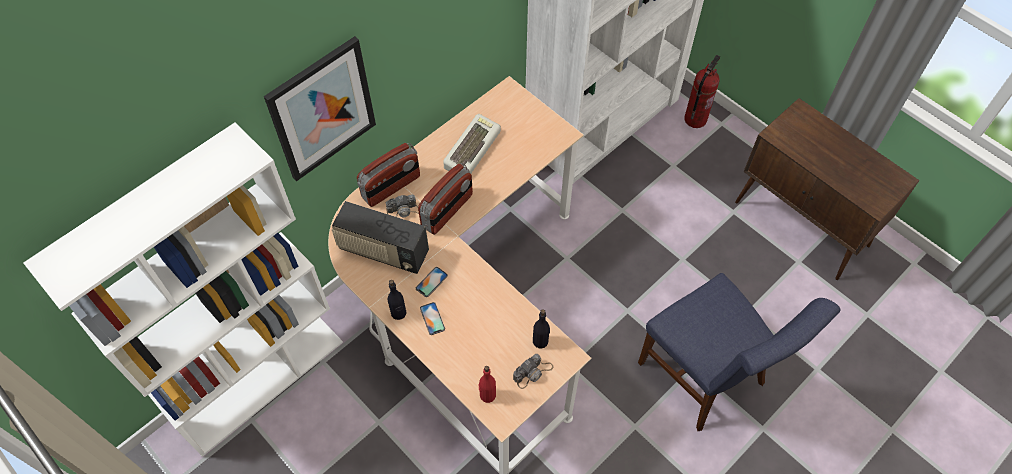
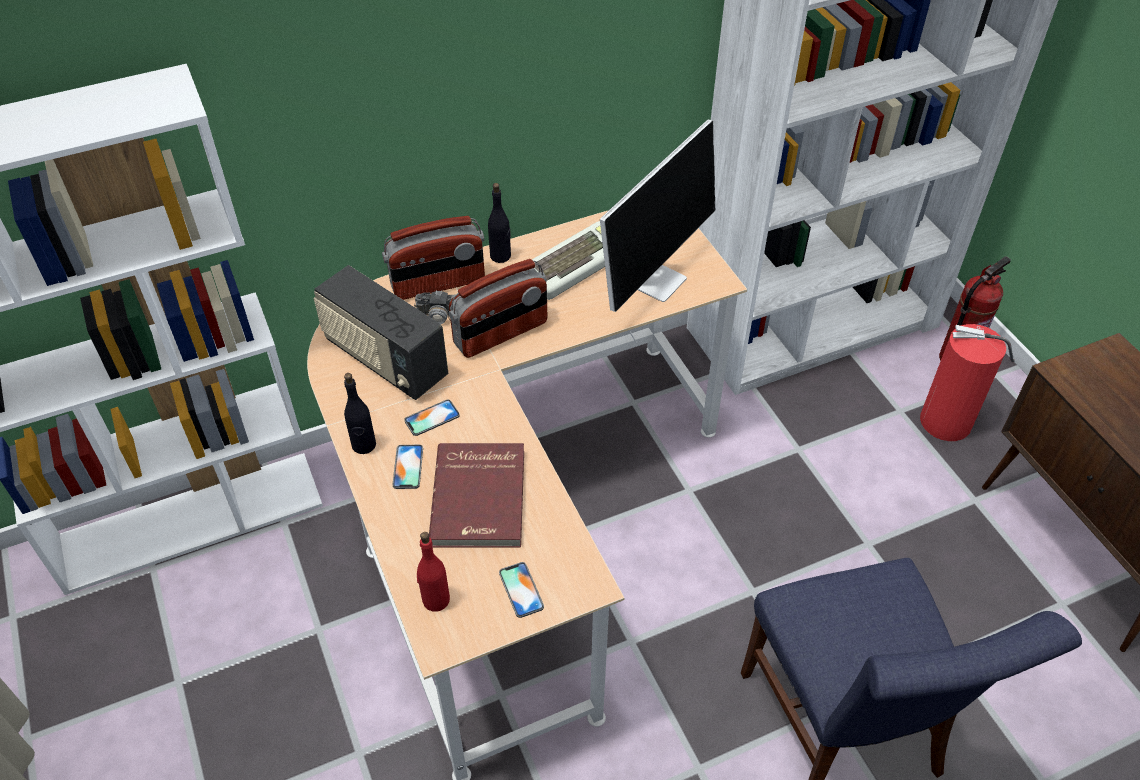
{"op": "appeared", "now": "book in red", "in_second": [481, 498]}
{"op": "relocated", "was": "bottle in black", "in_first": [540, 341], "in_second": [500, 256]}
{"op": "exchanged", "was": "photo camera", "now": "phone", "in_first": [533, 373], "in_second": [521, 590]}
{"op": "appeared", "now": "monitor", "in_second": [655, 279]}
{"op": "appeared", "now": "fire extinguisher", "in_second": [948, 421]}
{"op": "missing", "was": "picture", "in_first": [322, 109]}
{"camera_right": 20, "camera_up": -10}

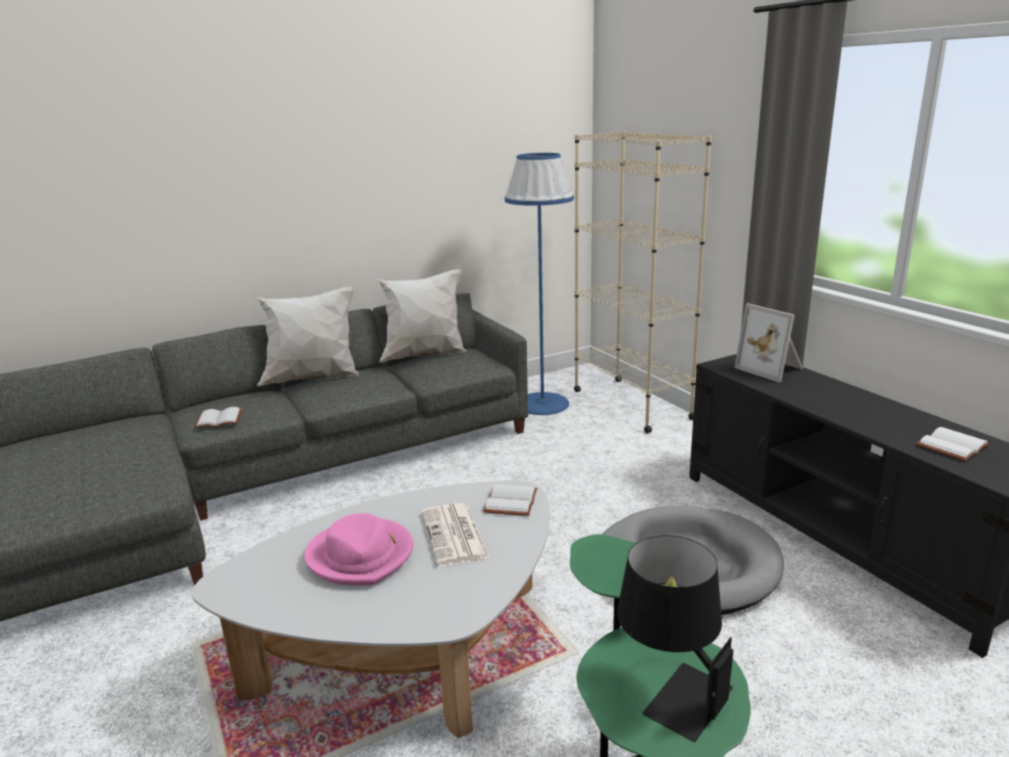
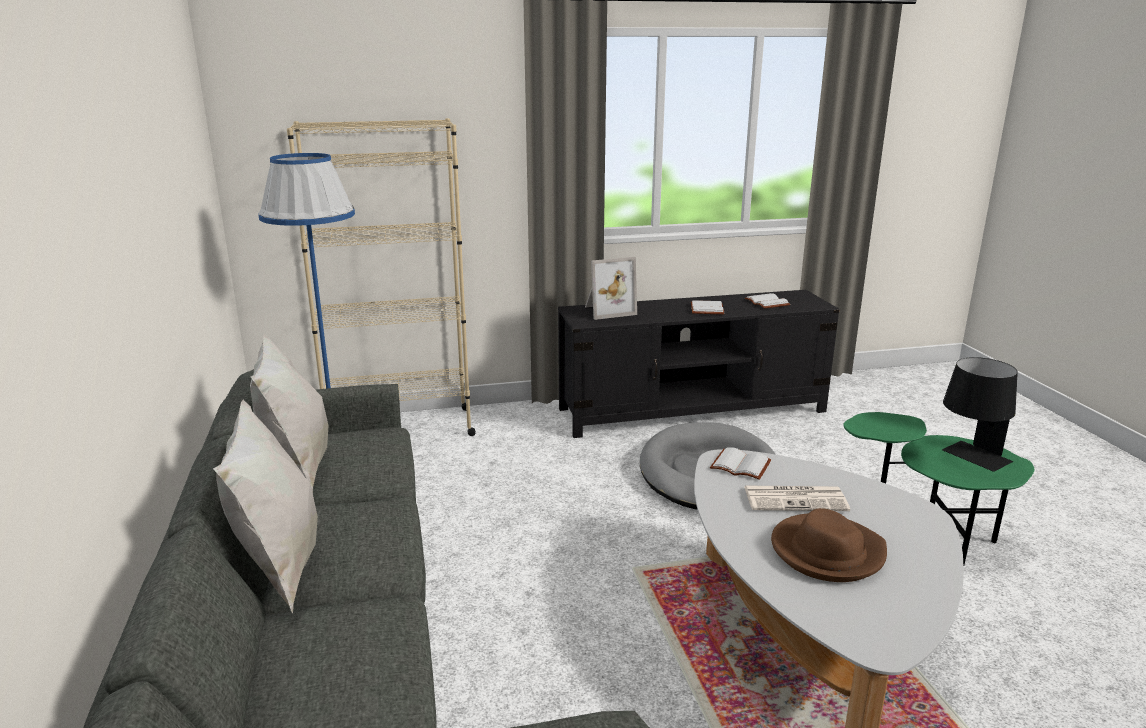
{"op": "relocated", "was": "book in white", "in_first": [220, 419], "in_second": [705, 309]}
{"op": "colour", "was": "hat in pink", "now": "hat in brown", "in_first": [361, 555], "in_second": [827, 552]}
{"camera_right": -75, "camera_up": 0}

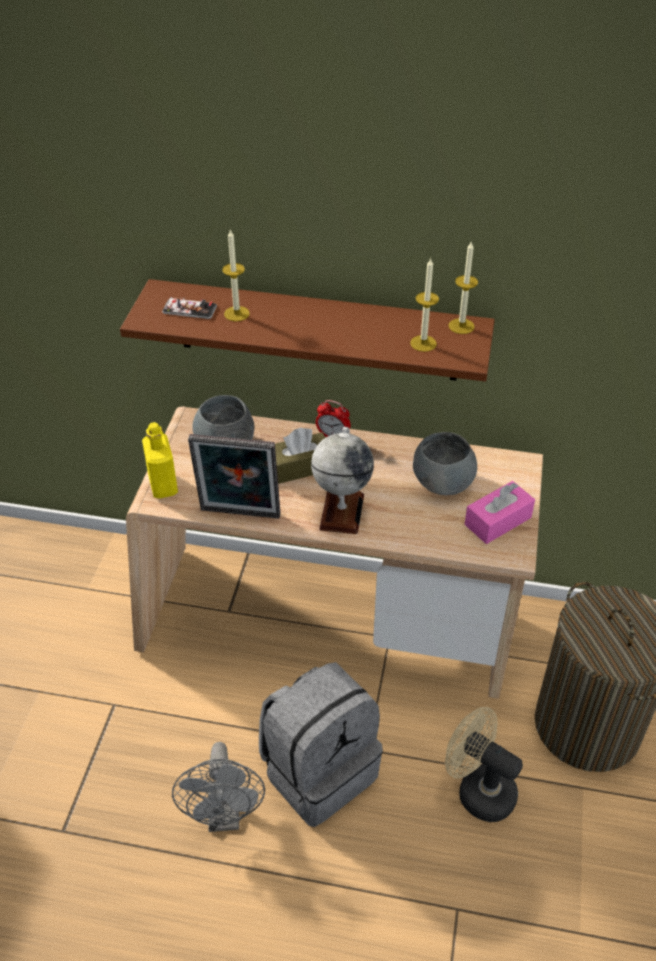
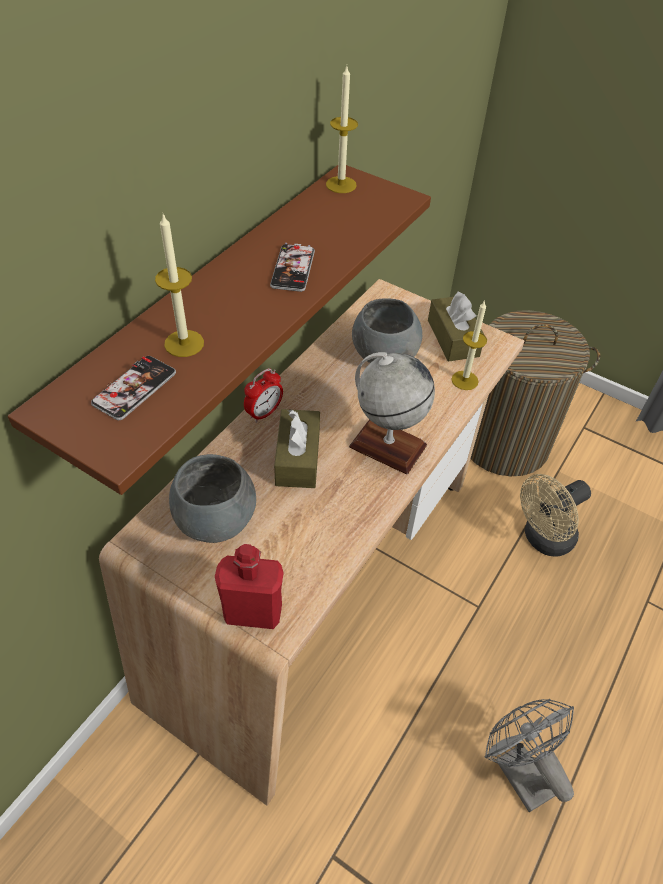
{"op": "colour", "was": "bottle in yellow", "now": "bottle in red", "in_first": [163, 486], "in_second": [253, 612]}
{"op": "appeared", "now": "phone", "in_second": [293, 269]}
{"op": "colour", "was": "tissue box in pink", "now": "tissue box in brown", "in_first": [498, 521], "in_second": [453, 338]}
{"op": "relocated", "was": "candle", "in_first": [423, 343], "in_second": [464, 380]}
{"op": "spun", "was": "fan in grey", "in_first": [224, 816], "in_second": [517, 769], "clockwise": -135}
{"op": "missing", "was": "picture frame", "in_first": [239, 515]}
{"op": "missing", "was": "backpack in grey", "in_first": [319, 770]}
{"camera_right": -70, "camera_up": 5}

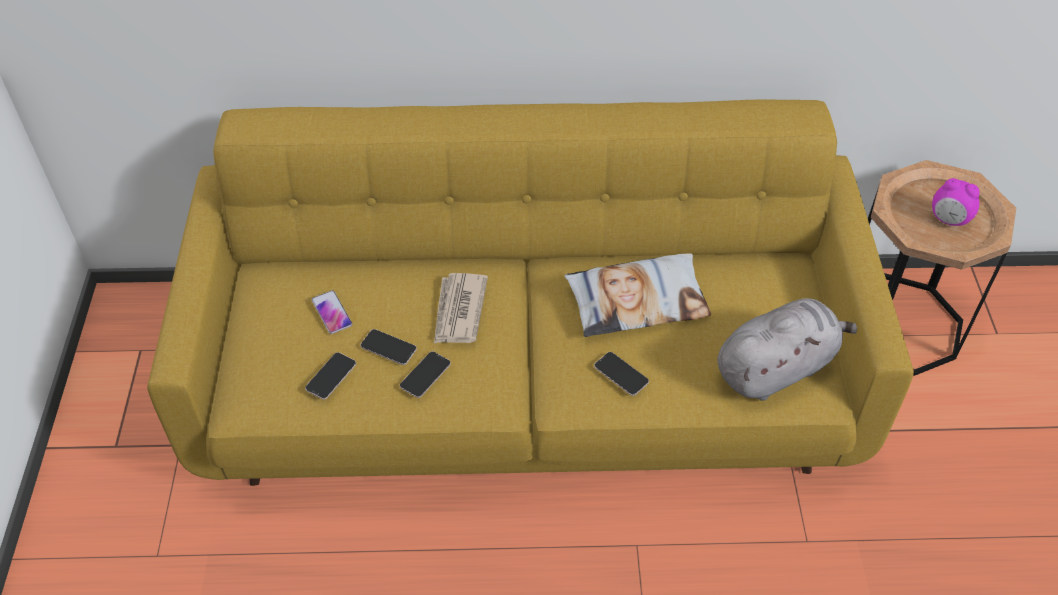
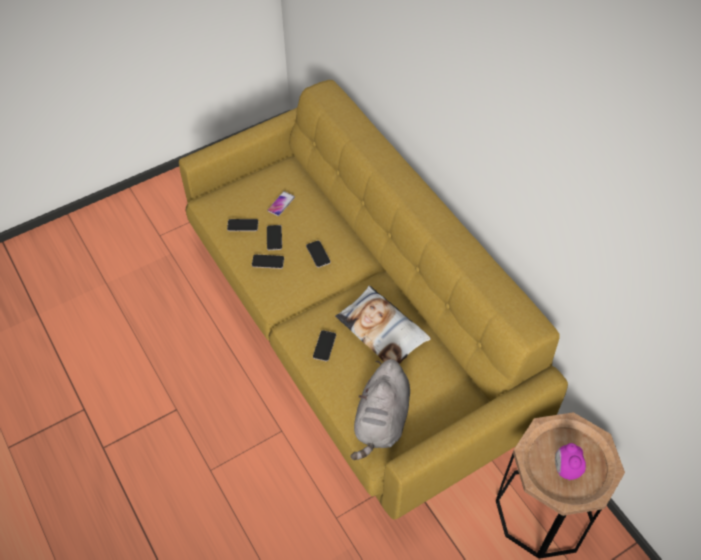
{"op": "exchanged", "was": "newspaper", "now": "phone", "in_first": [458, 311], "in_second": [318, 254]}
{"op": "spun", "was": "plush toy in grey", "in_first": [777, 368], "in_second": [381, 421], "clockwise": 75}
{"camera_right": 60, "camera_up": 5}

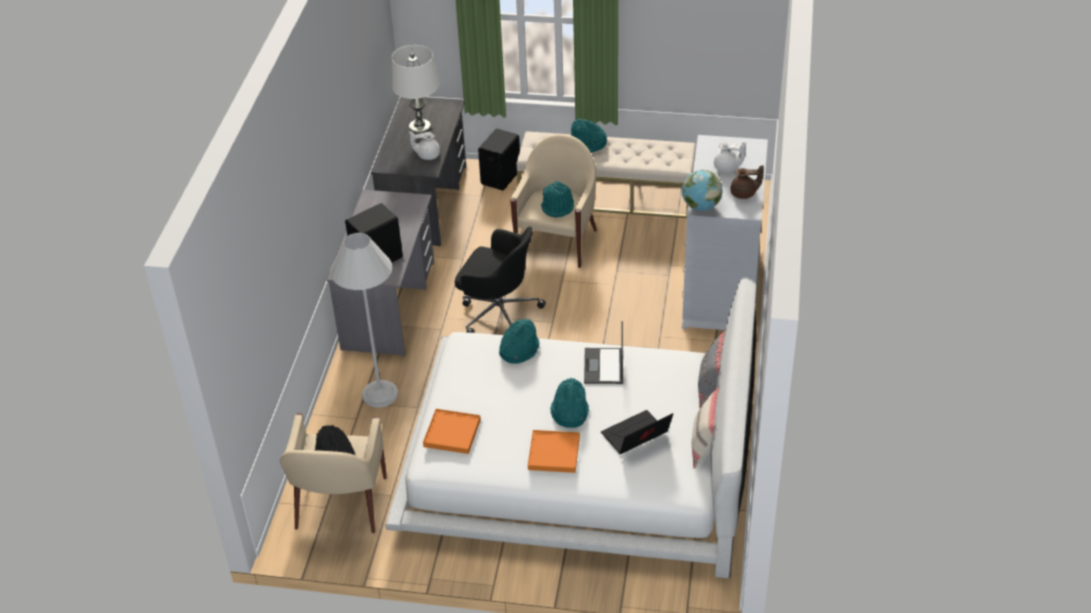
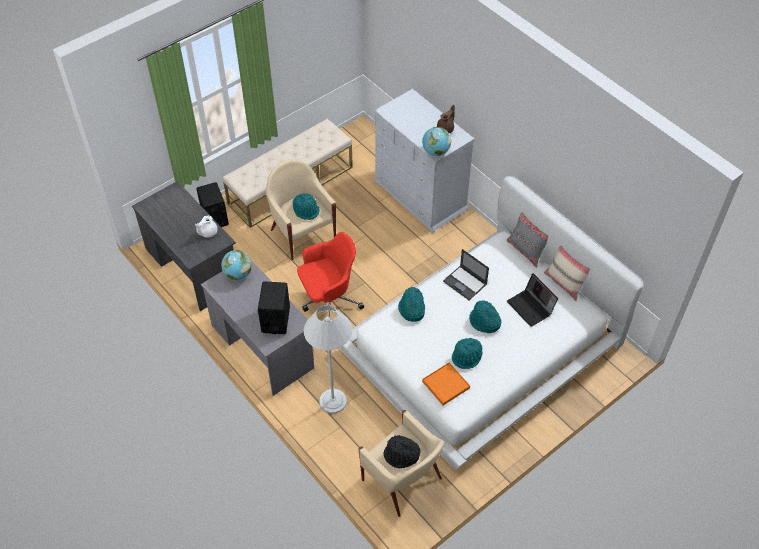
{"op": "appeared", "now": "globe", "in_second": [238, 274]}
{"op": "colour", "was": "office chair in black", "now": "office chair in red", "in_first": [498, 312], "in_second": [329, 300]}
{"op": "relocated", "was": "hat in turquoise", "in_first": [587, 145], "in_second": [467, 357]}
{"op": "spun", "was": "laptop", "in_first": [635, 437], "in_second": [531, 307], "clockwise": -45}
{"op": "missing", "was": "table lamp in white", "in_first": [420, 128]}
{"op": "missing", "was": "tray in orange", "in_first": [554, 453]}
{"op": "missing", "was": "teapot in white", "in_first": [727, 167]}
{"camera_right": -50, "camera_up": 10}

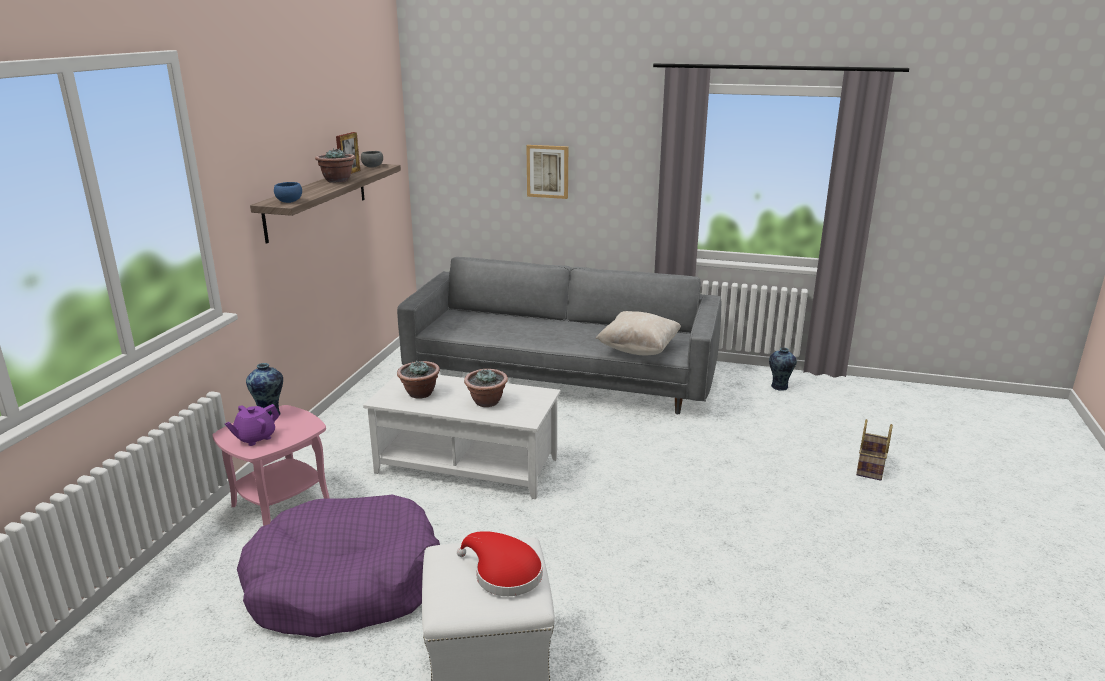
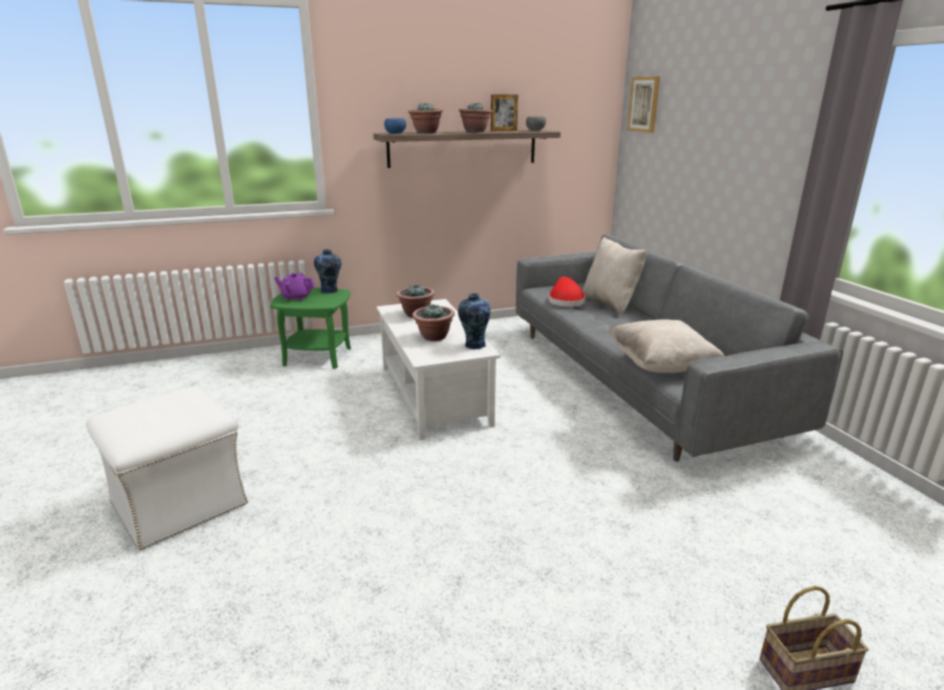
{"op": "colour", "was": "side table in pink", "now": "side table in green", "in_first": [281, 503], "in_second": [318, 357]}
{"op": "appeared", "now": "potted plant", "in_second": [426, 133]}
{"op": "relocated", "was": "vase", "in_first": [779, 387], "in_second": [474, 345]}
{"op": "relocated", "was": "hat in red", "in_first": [503, 574], "in_second": [565, 301]}
{"op": "appeared", "now": "pillow in beige", "in_second": [610, 303]}
{"op": "relocated", "was": "picture", "in_first": [547, 171], "in_second": [644, 104]}
{"op": "missing", "was": "dog bed in purple", "in_first": [345, 584]}
{"camera_right": 55, "camera_up": 0}

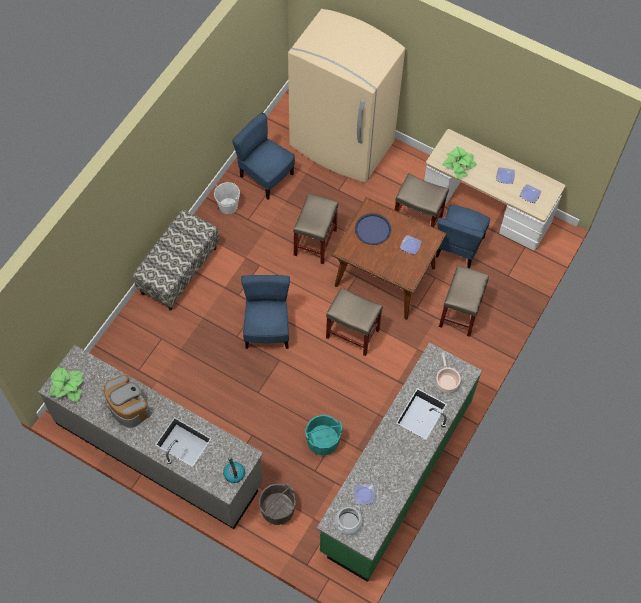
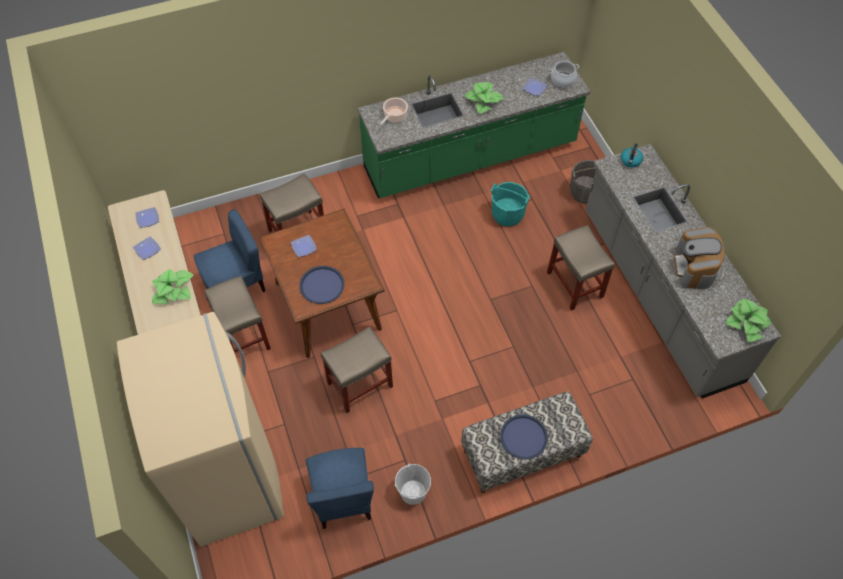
{"op": "appeared", "now": "potted plant", "in_second": [483, 100]}
{"op": "appeared", "now": "tray in blue", "in_second": [523, 437]}
{"op": "relocated", "was": "stool in beige", "in_first": [352, 333], "in_second": [575, 285]}
{"op": "missing", "was": "chair in blue", "in_first": [267, 329]}
{"camera_right": -140, "camera_up": -5}

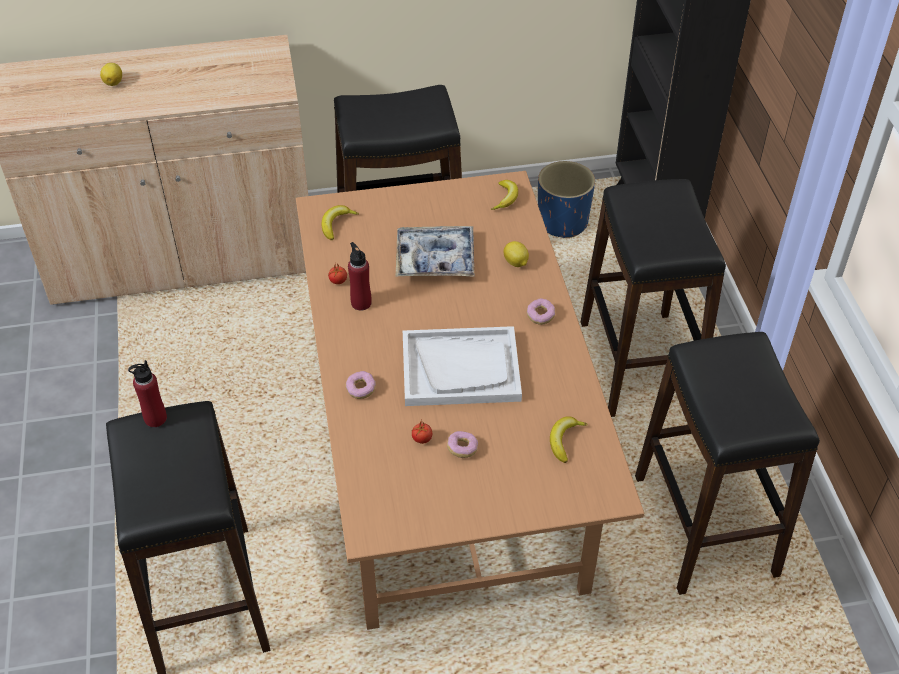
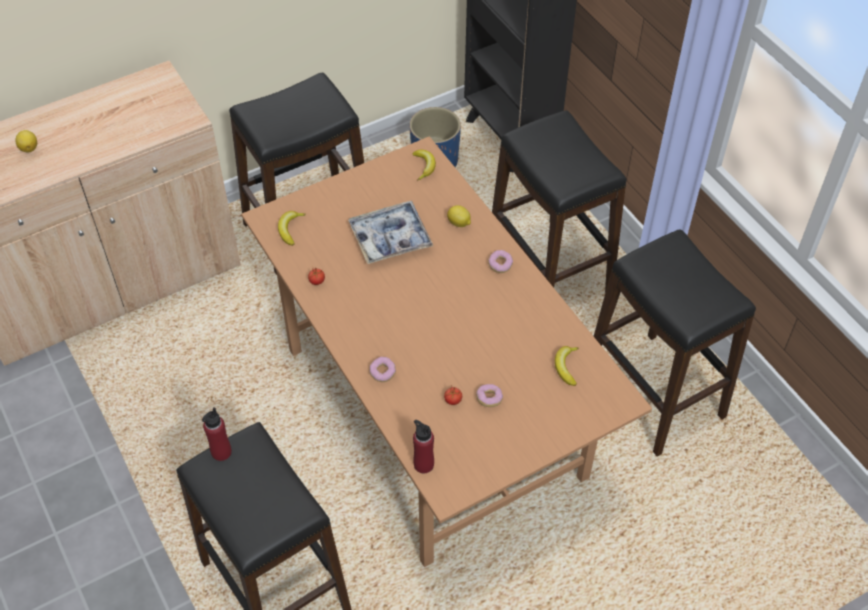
{"op": "relocated", "was": "bottle in red", "in_first": [361, 303], "in_second": [423, 464]}
{"op": "missing", "was": "tray in white", "in_first": [461, 368]}
{"camera_right": -20, "camera_up": 5}

